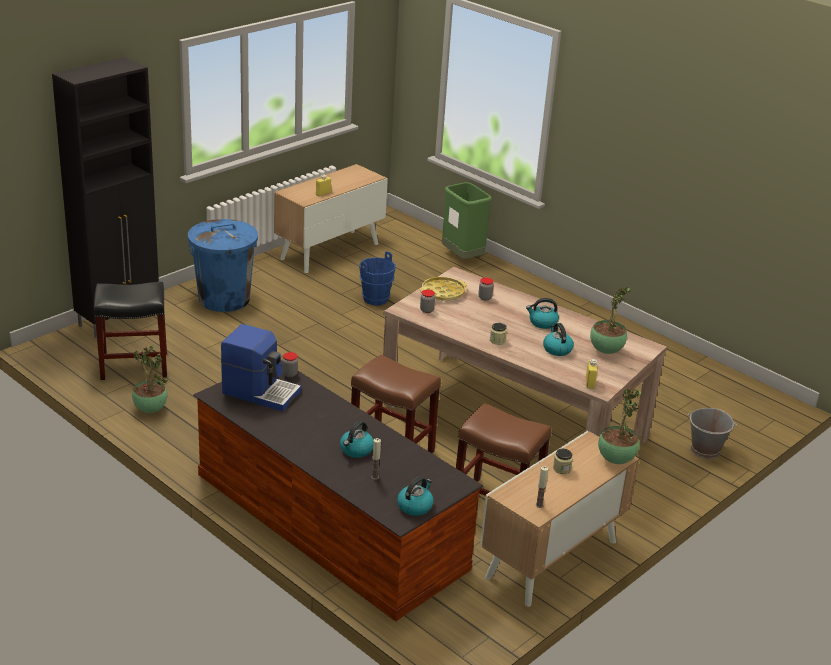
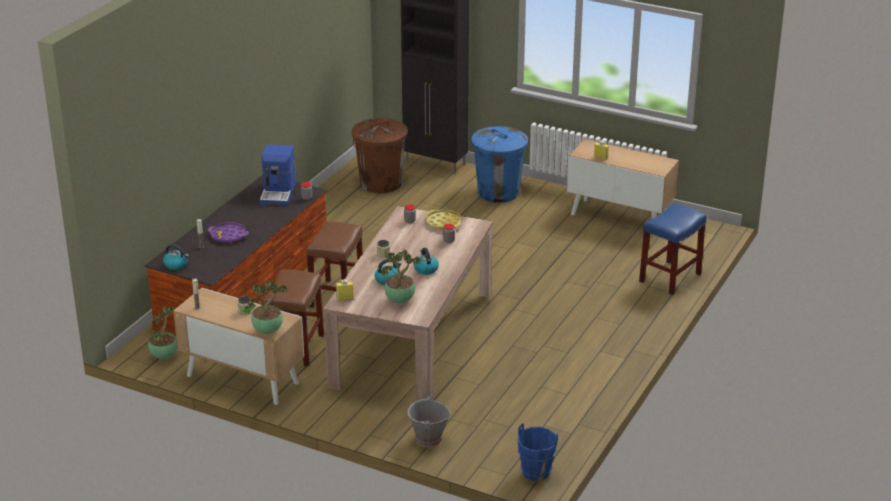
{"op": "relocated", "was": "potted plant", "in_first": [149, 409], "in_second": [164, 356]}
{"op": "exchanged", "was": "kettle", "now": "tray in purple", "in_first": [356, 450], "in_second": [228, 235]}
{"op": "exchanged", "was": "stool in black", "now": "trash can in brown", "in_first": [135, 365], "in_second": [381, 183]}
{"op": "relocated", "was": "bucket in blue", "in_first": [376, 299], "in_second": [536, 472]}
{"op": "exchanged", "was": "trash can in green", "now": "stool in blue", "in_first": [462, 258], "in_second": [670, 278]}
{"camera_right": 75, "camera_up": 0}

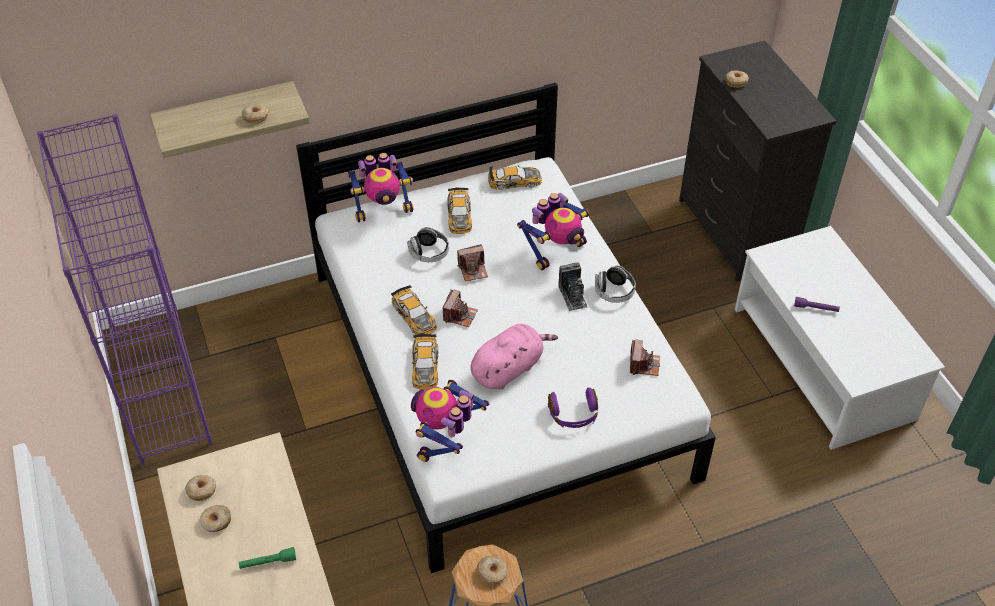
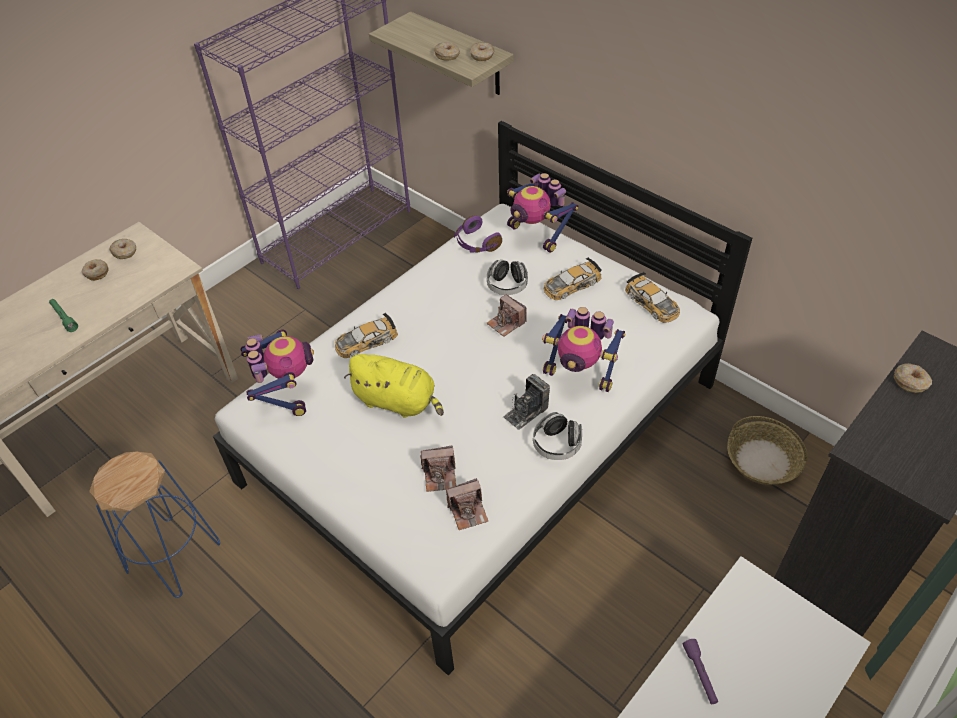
{"op": "spun", "was": "toy robot", "in_first": [446, 440], "in_second": [286, 392], "clockwise": 75}
{"op": "colour", "was": "plush toy in pink", "now": "plush toy in yellow", "in_first": [509, 368], "in_second": [398, 401]}
{"op": "relocated", "was": "photo camera", "in_first": [459, 315], "in_second": [440, 476]}
{"op": "relocated", "was": "headphones in purple", "in_first": [573, 415], "in_second": [476, 243]}
{"op": "relocated", "was": "donut", "in_first": [492, 572], "in_second": [482, 56]}
{"op": "appeared", "now": "basket", "in_second": [762, 460]}
{"op": "missing", "was": "toy car", "in_first": [414, 316]}
{"camera_right": 65, "camera_up": 0}

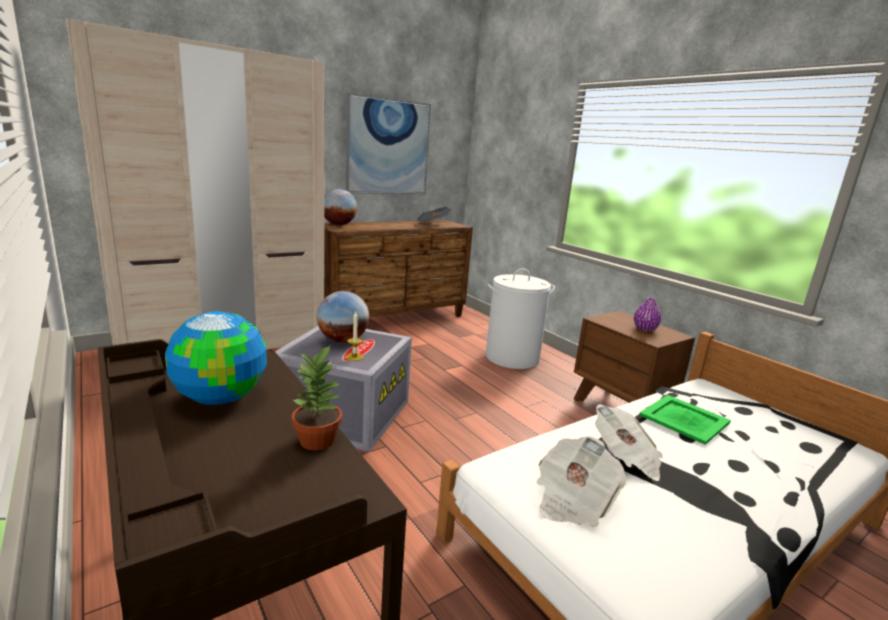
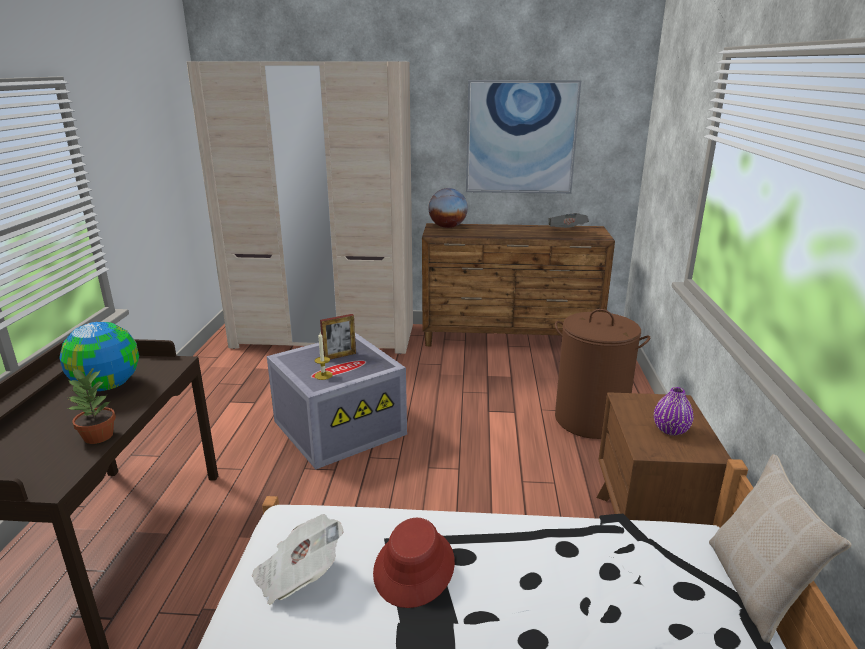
{"op": "exchanged", "was": "globe", "now": "picture frame", "in_first": [342, 340], "in_second": [339, 356]}
{"op": "exchanged", "was": "newspaper", "now": "hat in red", "in_first": [626, 458], "in_second": [414, 567]}
{"op": "colour", "was": "laundry basket in white", "now": "laundry basket in brown", "in_first": [512, 357], "in_second": [590, 419]}
{"op": "appeared", "now": "pillow in beige", "in_second": [756, 589]}
{"op": "missing", "was": "tray in green", "in_first": [683, 419]}
{"camera_right": 40, "camera_up": 5}

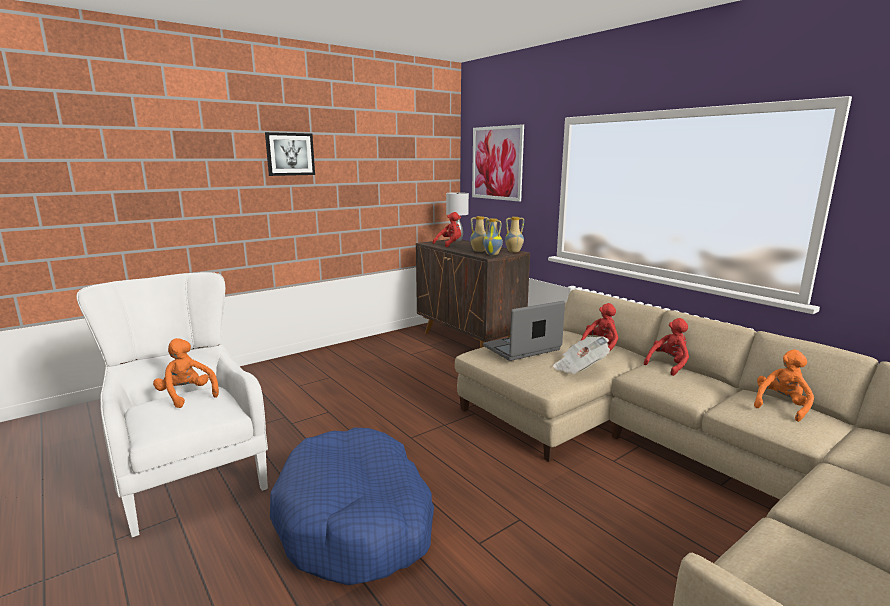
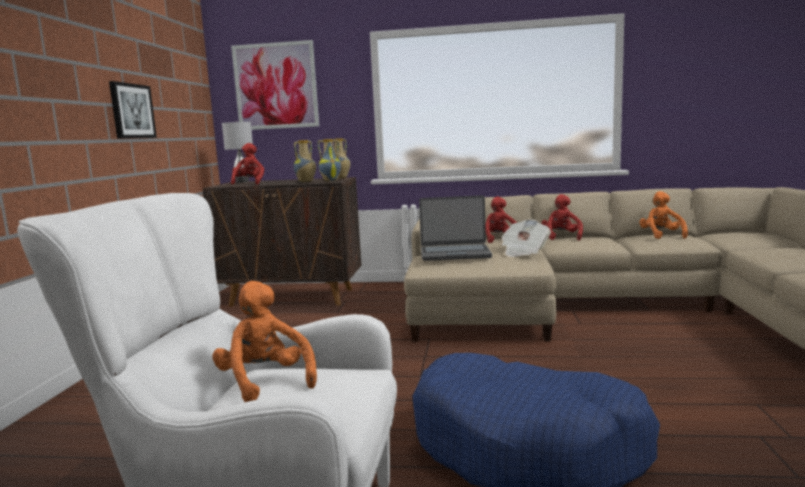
{"op": "relocated", "was": "picture", "in_first": [290, 154], "in_second": [132, 111]}
{"op": "spun", "was": "plush toy in orange", "in_first": [187, 395], "in_second": [265, 382], "clockwise": 60}
{"op": "spun", "was": "laptop", "in_first": [522, 348], "in_second": [455, 254], "clockwise": -105}
{"camera_right": -45, "camera_up": -5}

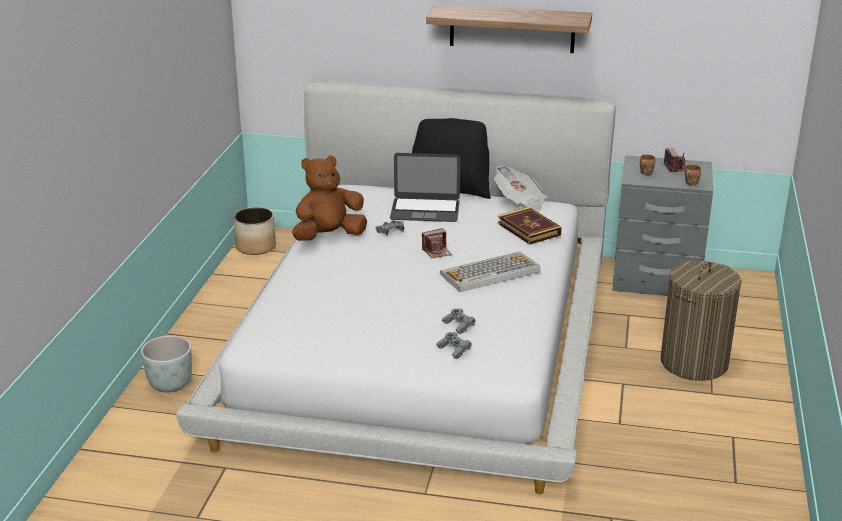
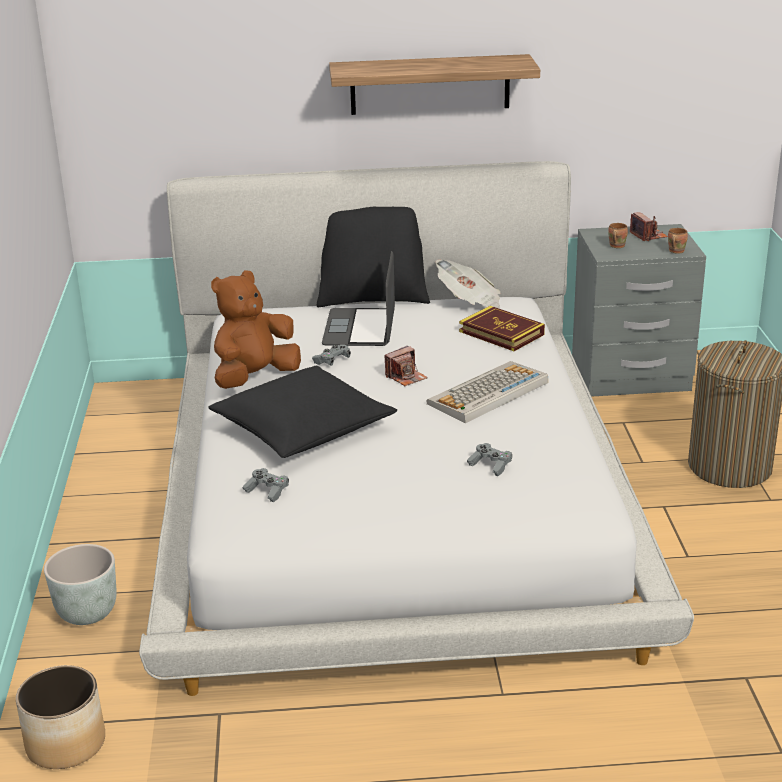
{"op": "relocated", "was": "planter", "in_first": [256, 246], "in_second": [66, 743]}
{"op": "appeared", "now": "pillow in black", "in_second": [302, 428]}
{"op": "relocated", "was": "game controller in grey", "in_first": [454, 350], "in_second": [267, 491]}
{"op": "spun", "was": "laptop", "in_first": [425, 210], "in_second": [360, 328], "clockwise": 105}
{"camera_right": -15, "camera_up": 0}

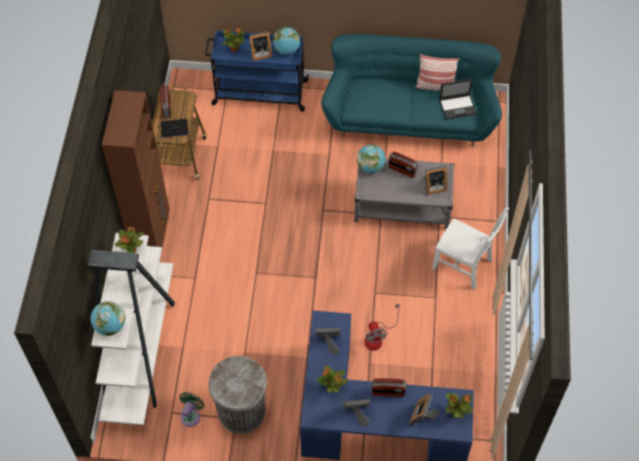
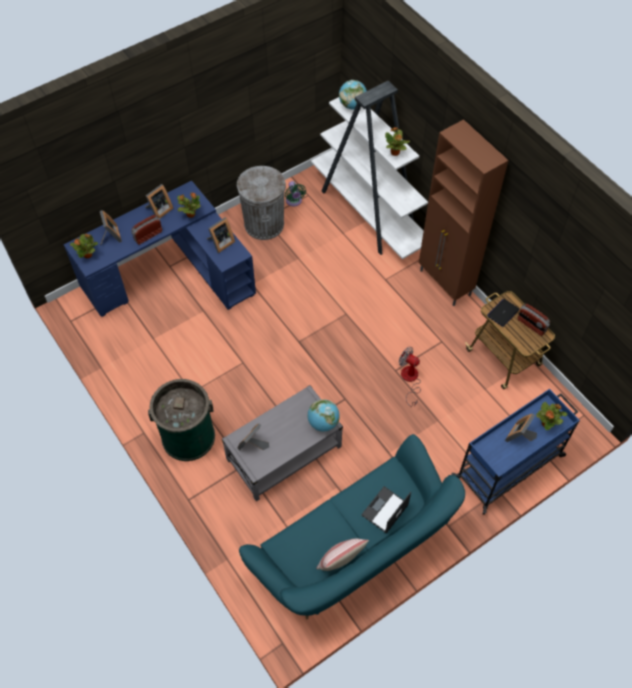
{"op": "exchanged", "was": "chair in white", "now": "trash can in green", "in_first": [464, 265], "in_second": [188, 436]}
{"op": "relocated", "was": "laptop", "in_first": [458, 107], "in_second": [384, 510]}
{"op": "relocated", "was": "fan", "in_first": [377, 337], "in_second": [410, 380]}
{"op": "missing", "was": "globe", "in_first": [286, 50]}
{"op": "missing", "was": "radio", "in_first": [402, 170]}
{"camera_right": 140, "camera_up": 0}

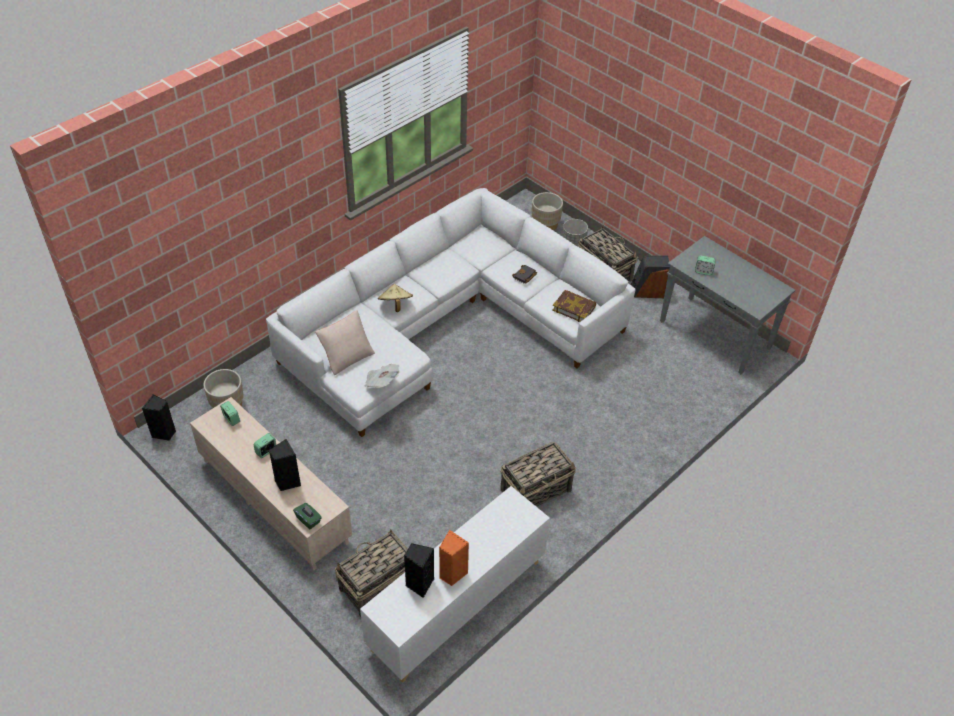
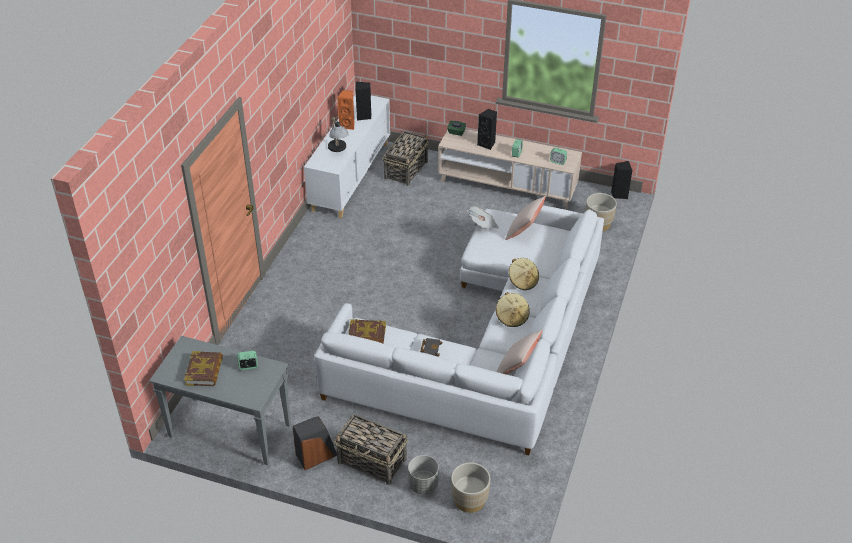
{"op": "appeared", "now": "book", "in_second": [204, 371]}
{"op": "appeared", "now": "table lamp", "in_second": [338, 149]}
{"op": "appeared", "now": "hat in beige", "in_second": [512, 317]}
{"op": "appeared", "now": "pillow in beige", "in_second": [517, 367]}
{"op": "missing", "was": "basket", "in_first": [536, 490]}
{"camera_right": 155, "camera_up": -5}

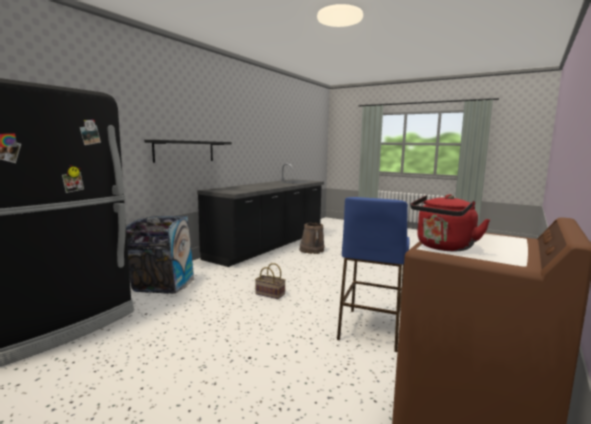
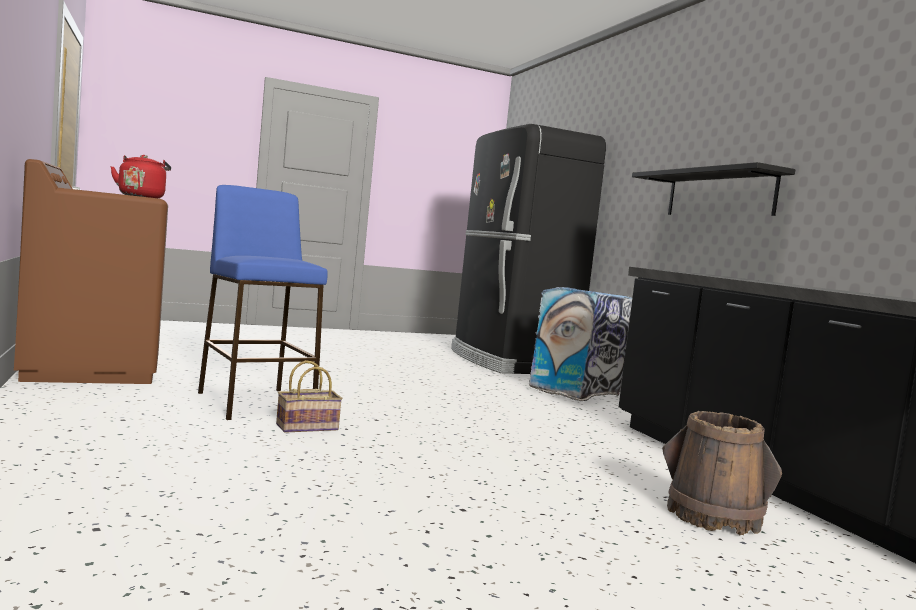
{"op": "relocated", "was": "basket", "in_first": [269, 294], "in_second": [308, 427]}
{"camera_right": 125, "camera_up": -5}

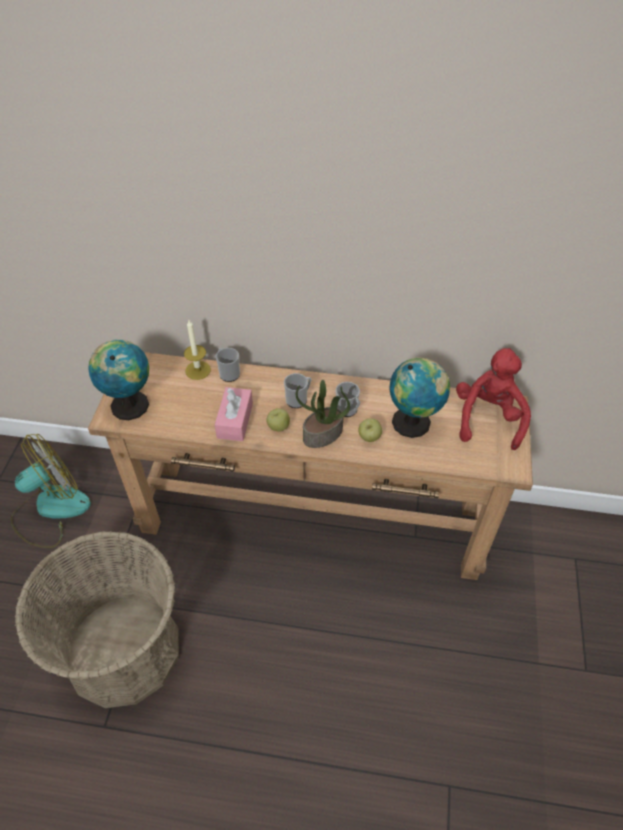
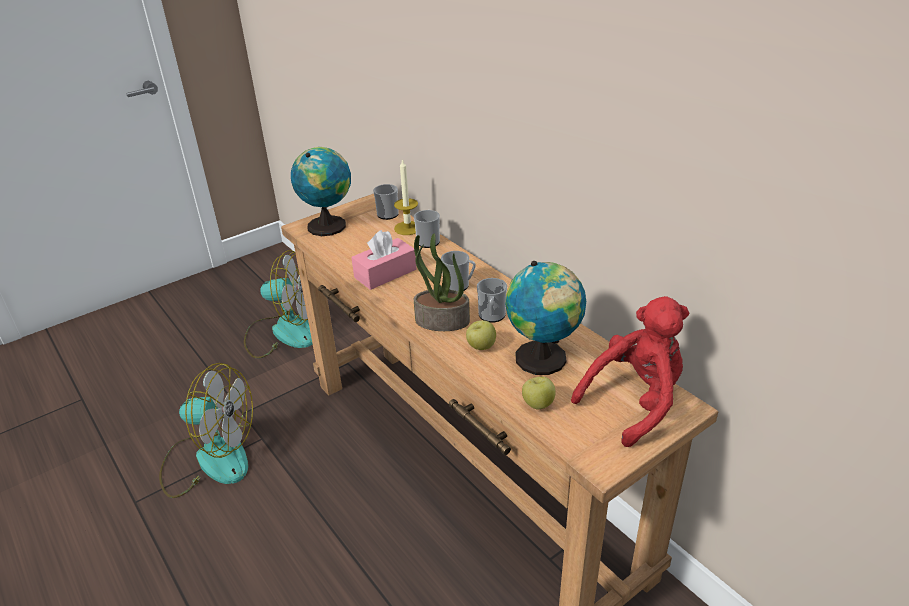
{"op": "exchanged", "was": "basket", "now": "fan", "in_first": [123, 649], "in_second": [209, 459]}
{"op": "appeared", "now": "mug", "in_second": [387, 213]}
{"op": "relocated", "was": "apple", "in_first": [278, 427], "in_second": [538, 404]}
{"camera_right": 45, "camera_up": -15}

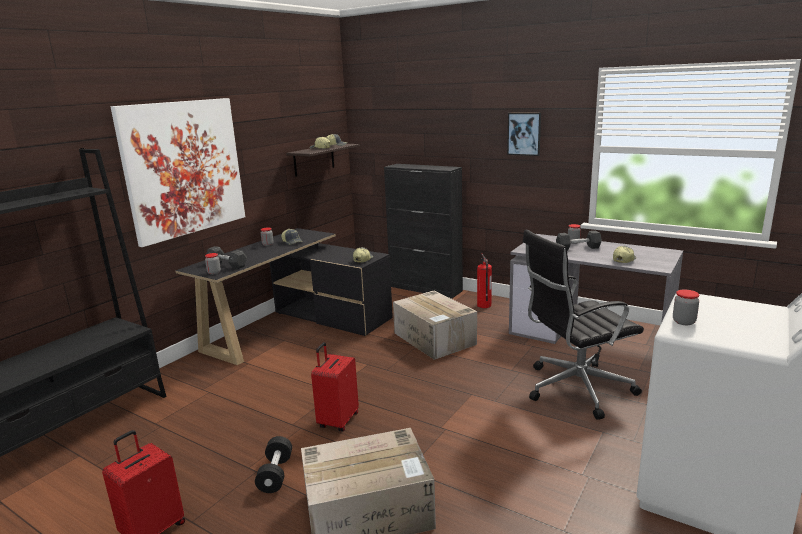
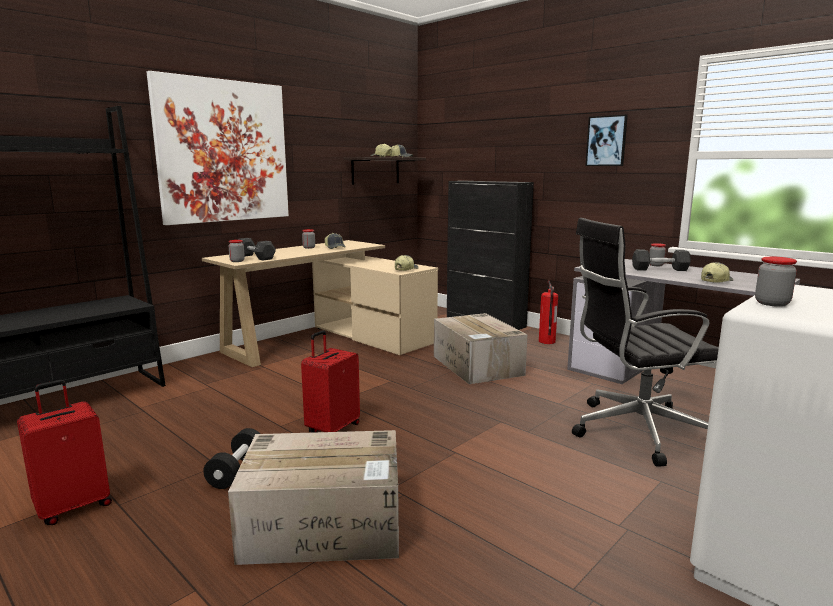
{"op": "colour", "was": "desk in black", "now": "desk in beige", "in_first": [296, 327], "in_second": [330, 341]}
{"camera_right": 10, "camera_up": -5}

